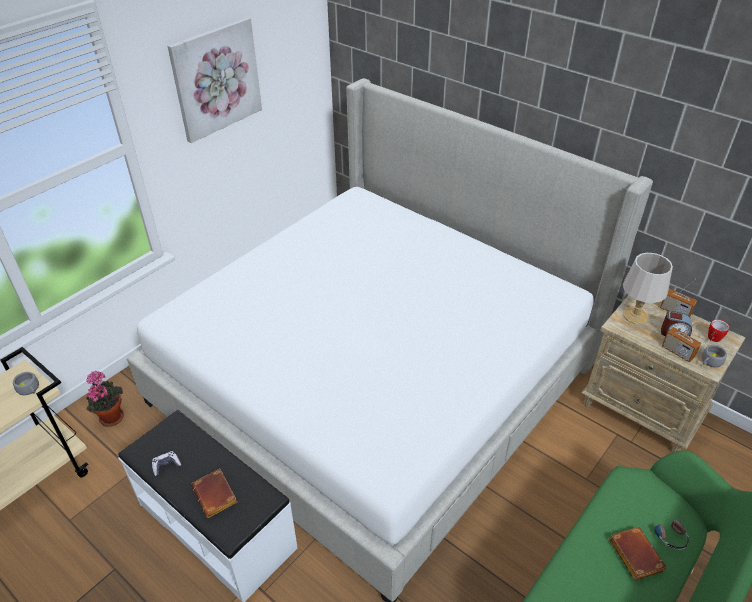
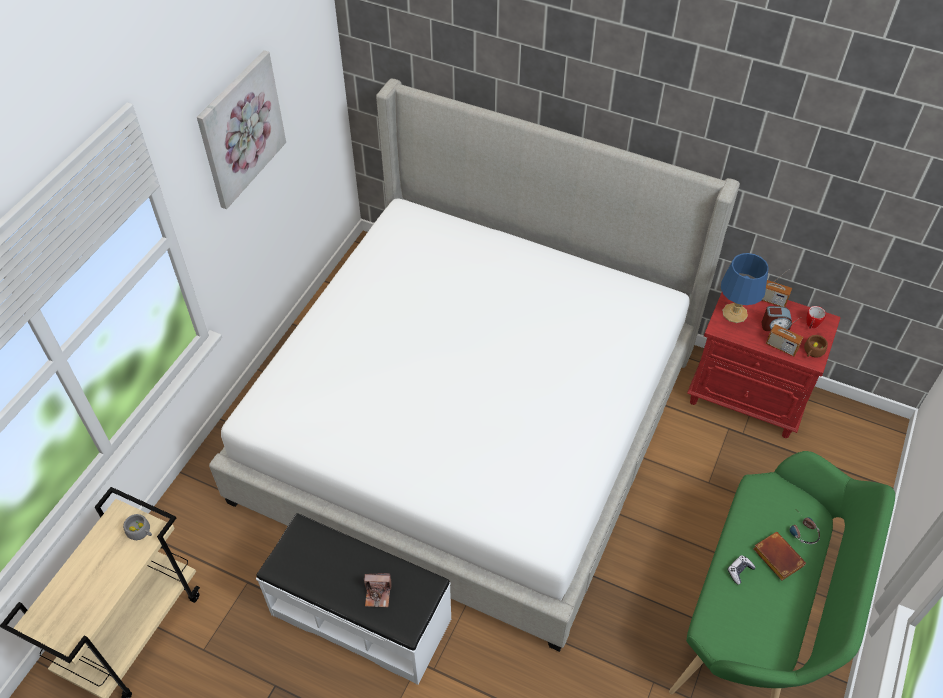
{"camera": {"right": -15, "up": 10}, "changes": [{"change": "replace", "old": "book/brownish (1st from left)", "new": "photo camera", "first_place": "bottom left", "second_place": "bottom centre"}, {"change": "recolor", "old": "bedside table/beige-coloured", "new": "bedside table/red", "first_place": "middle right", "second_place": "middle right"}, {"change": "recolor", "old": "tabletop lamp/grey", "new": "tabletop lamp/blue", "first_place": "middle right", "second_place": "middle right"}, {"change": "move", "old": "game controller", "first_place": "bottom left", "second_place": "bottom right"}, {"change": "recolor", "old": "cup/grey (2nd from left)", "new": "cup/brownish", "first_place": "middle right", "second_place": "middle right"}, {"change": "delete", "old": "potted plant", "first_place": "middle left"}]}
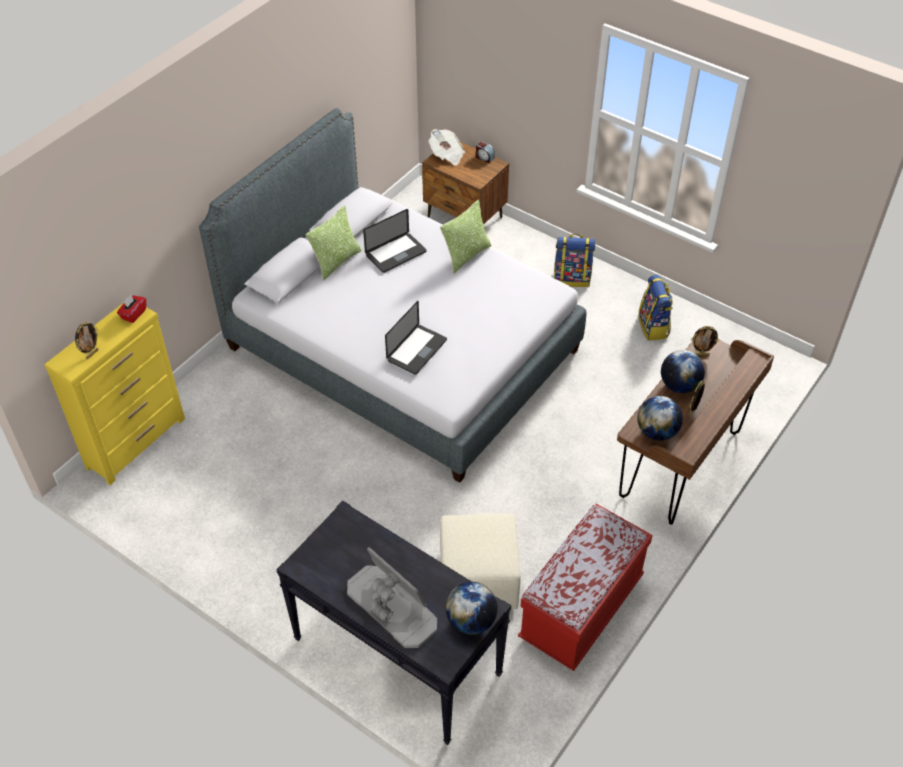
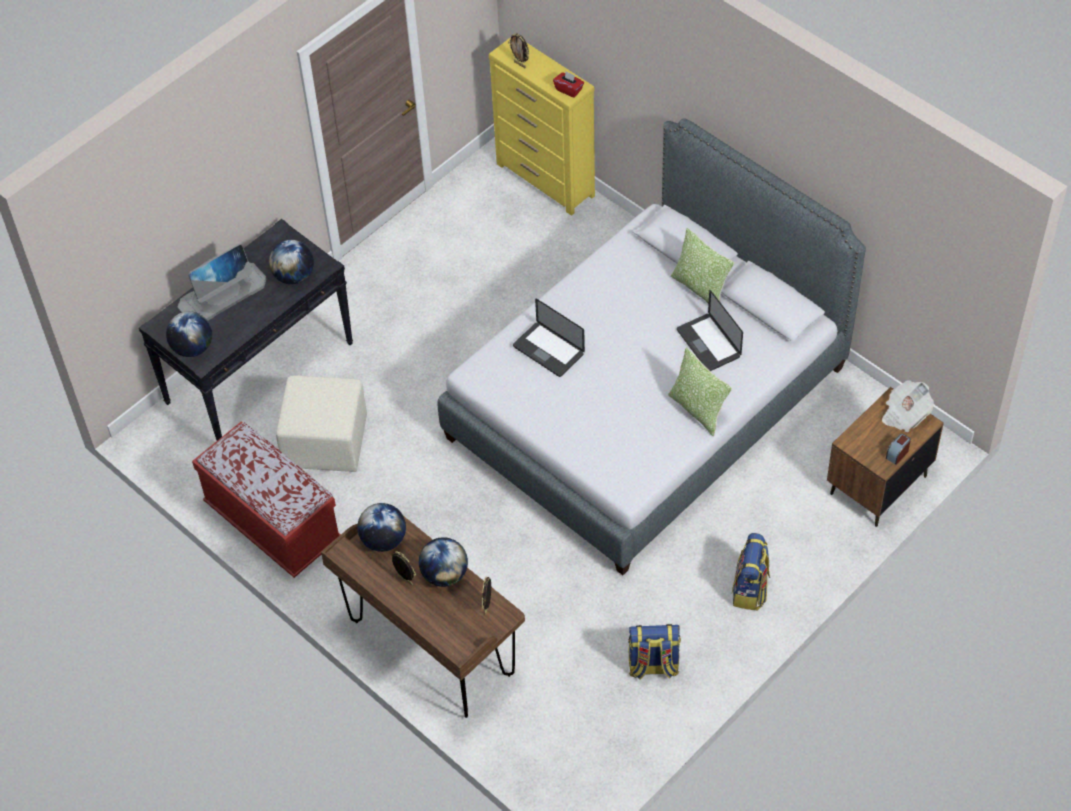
{"camera": {"right": 100, "up": 5}, "changes": [{"change": "insert", "new": "world globe (2nd from left)", "second_place": "top left"}]}
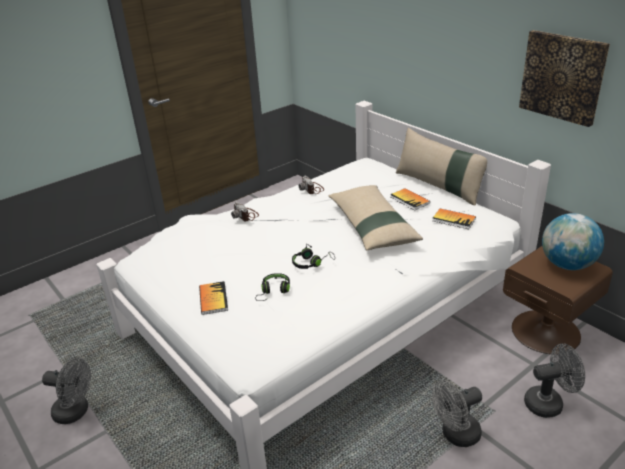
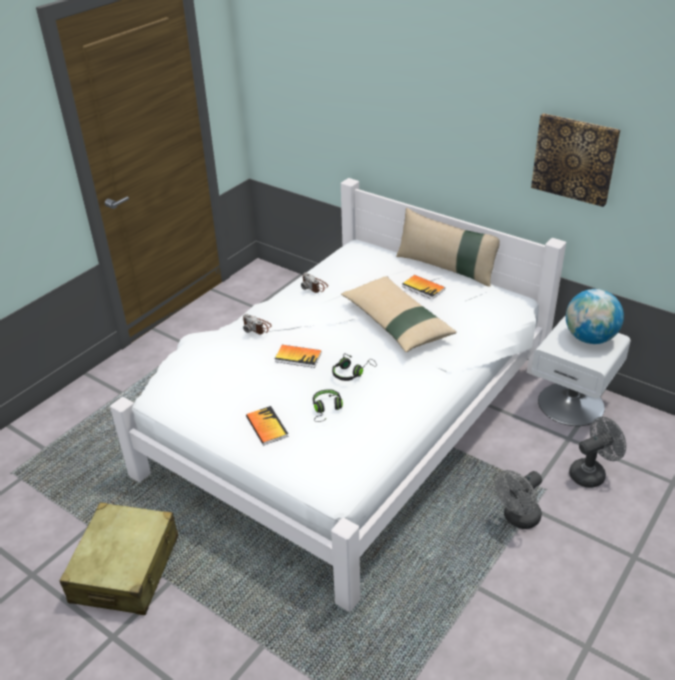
{"camera": {"right": -15, "up": 5}, "changes": [{"change": "replace", "old": "electric fan/grey (1st from left)", "new": "piece of luggage/beige-coloured", "first_place": "bottom left", "second_place": "bottom left"}, {"change": "move", "old": "book (3rd from left in the first image)", "new": "book (2nd from left)", "first_place": "middle right", "second_place": "centre"}, {"change": "recolor", "old": "bedside table/brownish", "new": "bedside table/whitish", "first_place": "middle right", "second_place": "middle right"}]}
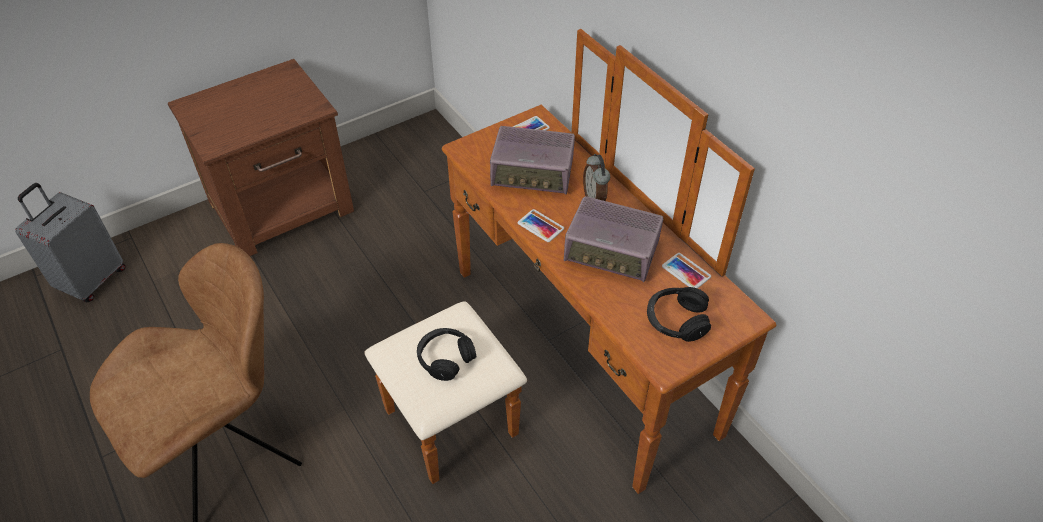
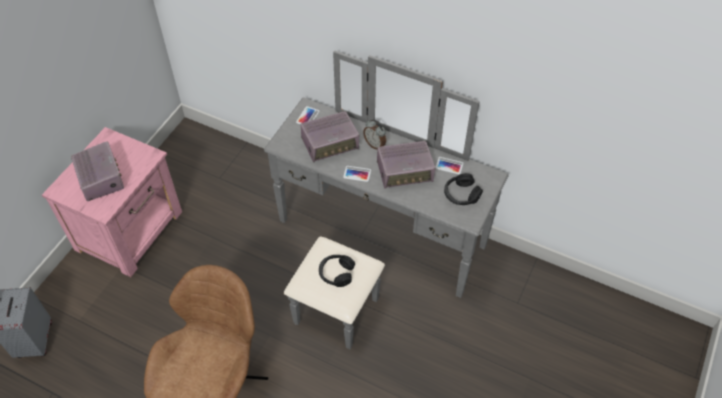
{"camera": {"right": -30, "up": 5}, "changes": [{"change": "recolor", "old": "bedside table/brownish", "new": "bedside table/pinkish", "first_place": "top left", "second_place": "middle left"}, {"change": "insert", "new": "radio (1st from left)", "second_place": "middle left"}, {"change": "recolor", "old": "drawer chest/brownish", "new": "drawer chest/grey", "first_place": "centre", "second_place": "centre"}]}
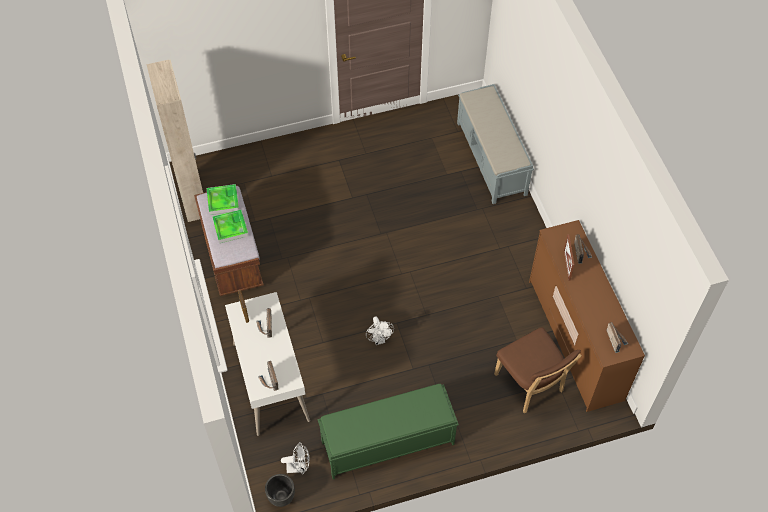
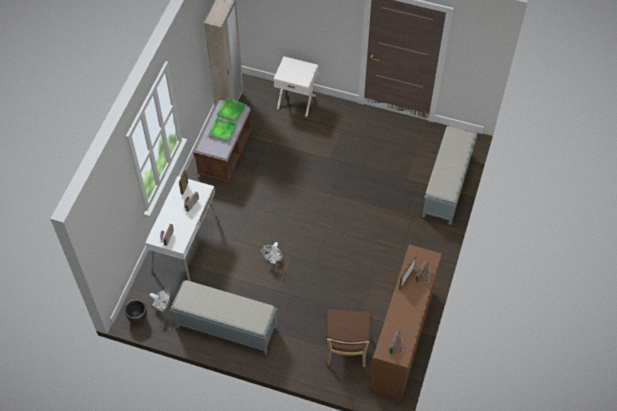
{"camera": {"right": 35, "up": 0}, "changes": [{"change": "recolor", "old": "indoor bench/greenish", "new": "indoor bench/grey (1st from left)", "first_place": "bottom centre", "second_place": "bottom centre"}, {"change": "insert", "new": "bedside table/whitish", "second_place": "top centre"}]}
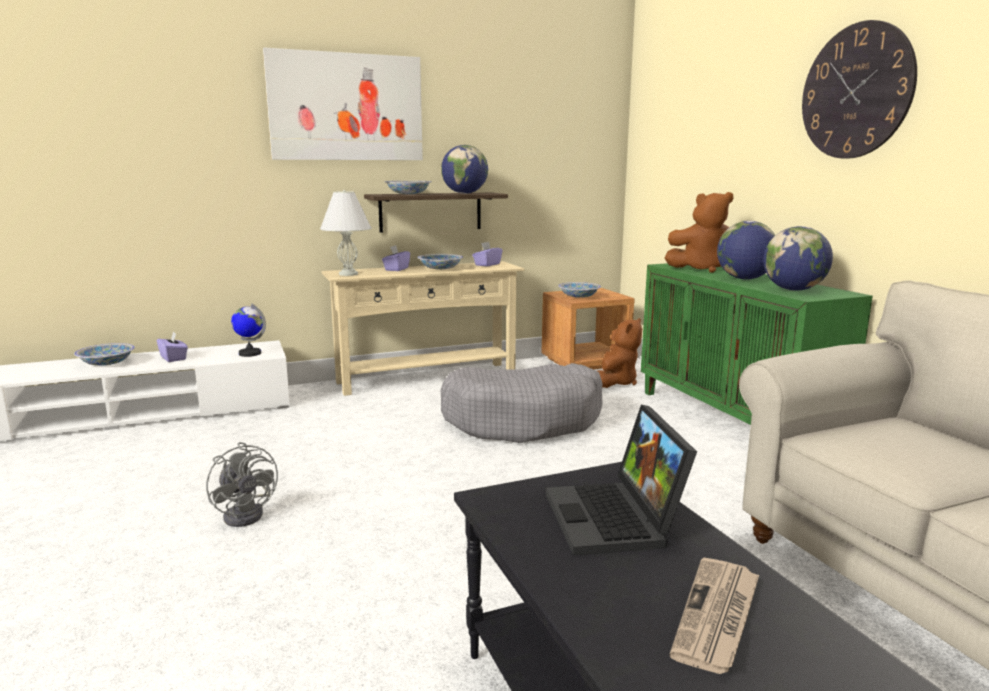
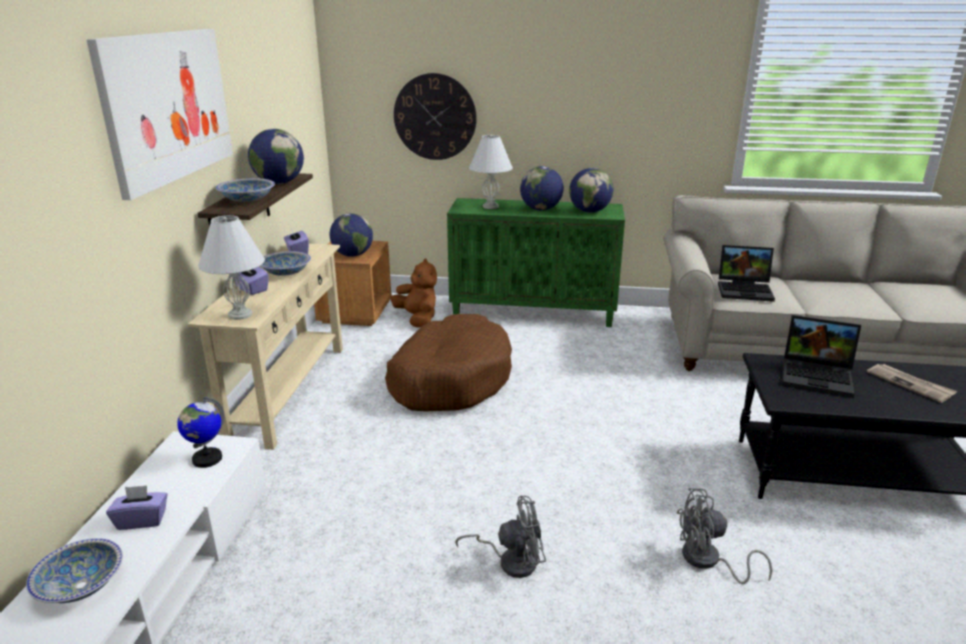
{"camera": {"right": -60, "up": 10}, "changes": [{"change": "replace", "old": "deep dish (4th from left)", "new": "world globe (3rd from left)", "first_place": "centre", "second_place": "centre"}, {"change": "recolor", "old": "pet bed/grey", "new": "pet bed/brownish", "first_place": "centre", "second_place": "centre"}, {"change": "move", "old": "hanging clock", "first_place": "top right", "second_place": "top centre"}, {"change": "replace", "old": "plush toy/brownish (2nd from left)", "new": "tabletop lamp/whitish (2nd from left)", "first_place": "middle right", "second_place": "top centre"}, {"change": "insert", "new": "electric fan/grey (2nd from left)", "second_place": "bottom right"}, {"change": "insert", "new": "laptop (1st from left)", "second_place": "middle right"}]}
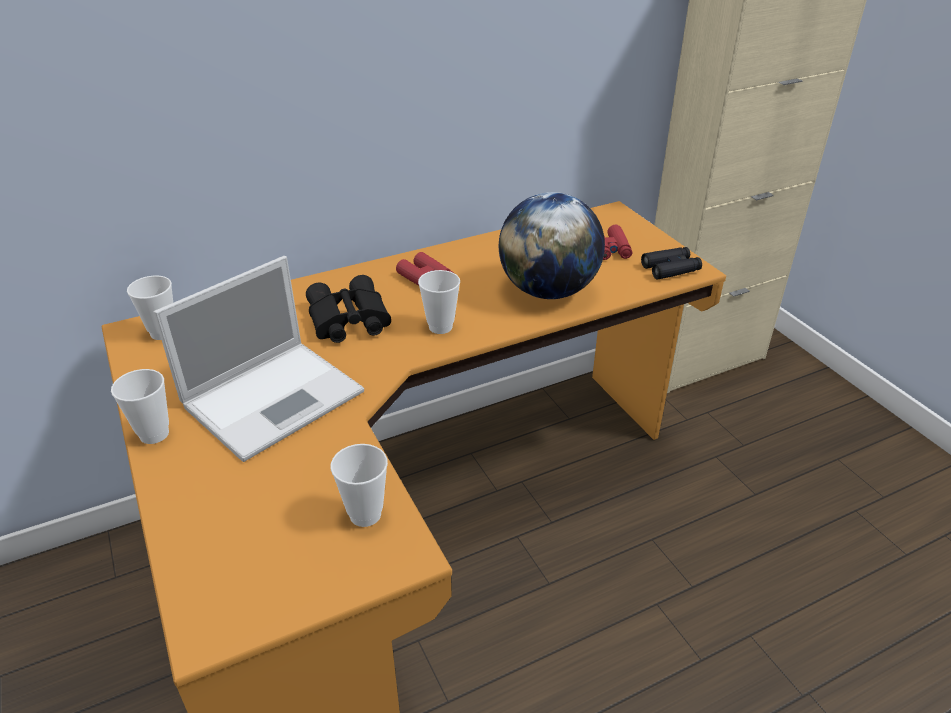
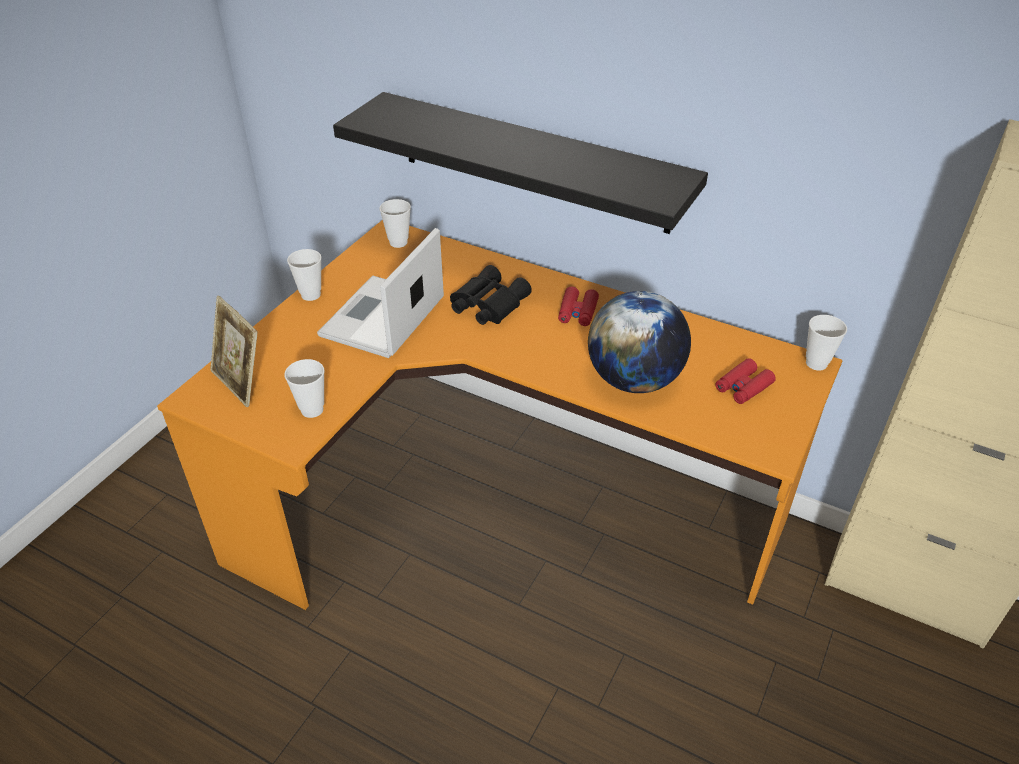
{"camera": {"right": 55, "up": 5}, "changes": [{"change": "insert", "new": "picture frame", "second_place": "middle left"}, {"change": "rotate", "old": "laptop", "first_place": "middle left", "second_place": "centre", "degrees": 105}, {"change": "insert", "new": "shelf/black", "second_place": "top centre"}, {"change": "move", "old": "cup (4th from left)", "first_place": "centre", "second_place": "middle right"}, {"change": "delete", "old": "field glasses/black (2nd from left)", "first_place": "middle right"}]}
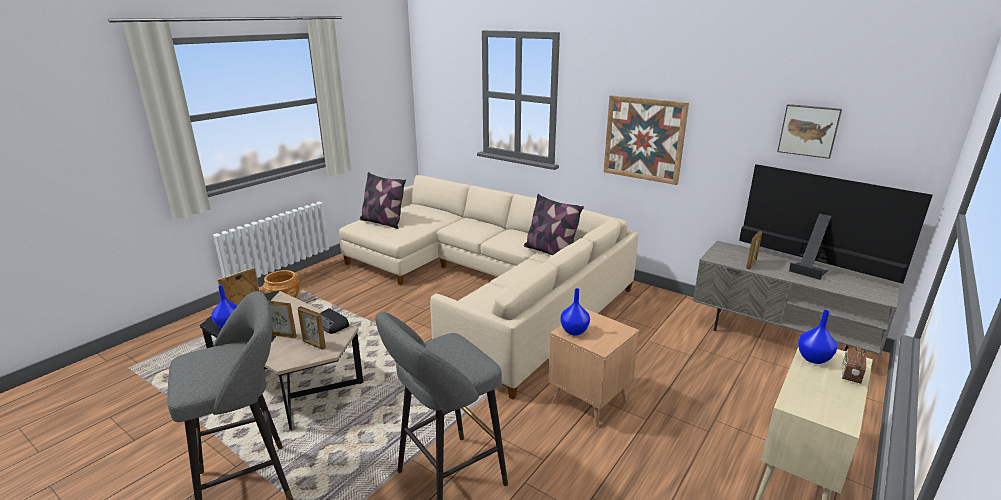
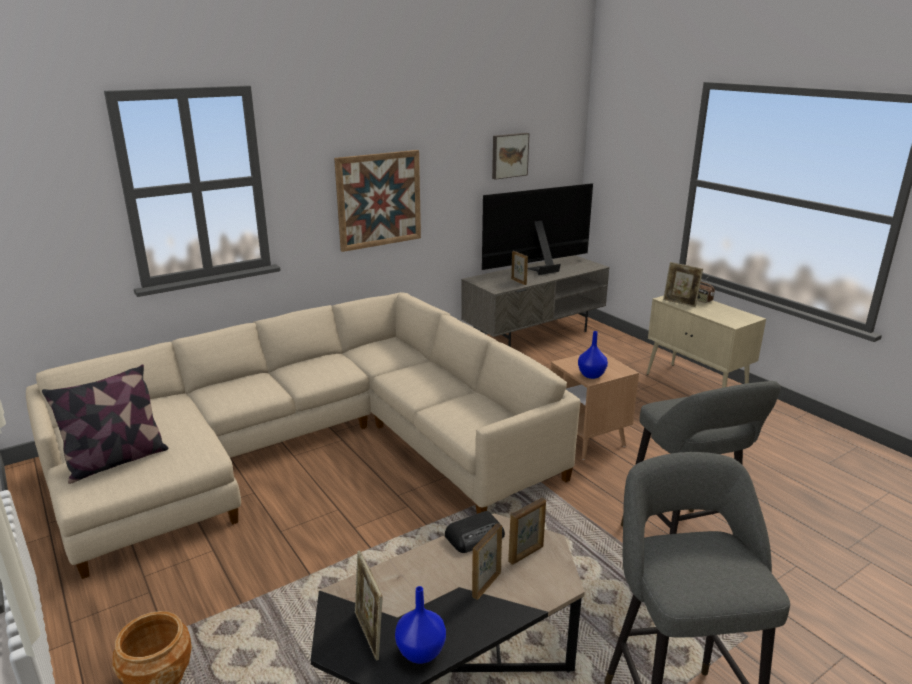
{"camera": {"right": -70, "up": 0}, "changes": [{"change": "replace", "old": "decorative vase/blue (3rd from left)", "new": "picture frame (5th from left)", "first_place": "bottom right", "second_place": "middle right"}, {"change": "delete", "old": "pillow (2nd from left)", "first_place": "centre"}]}
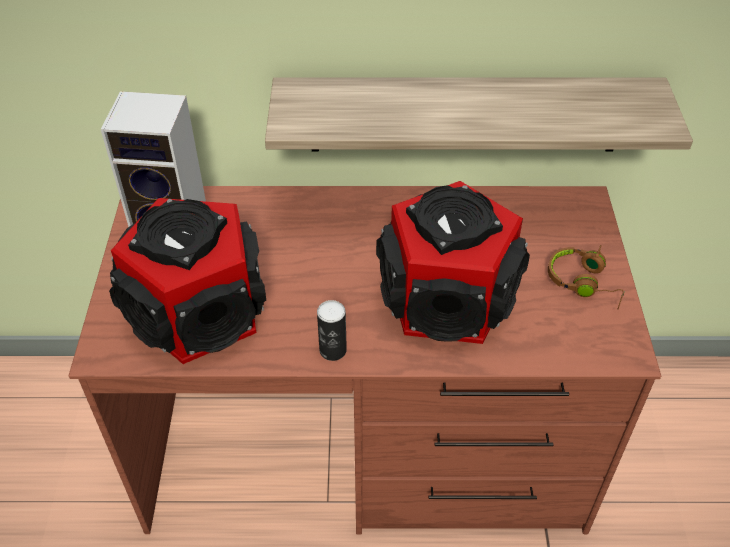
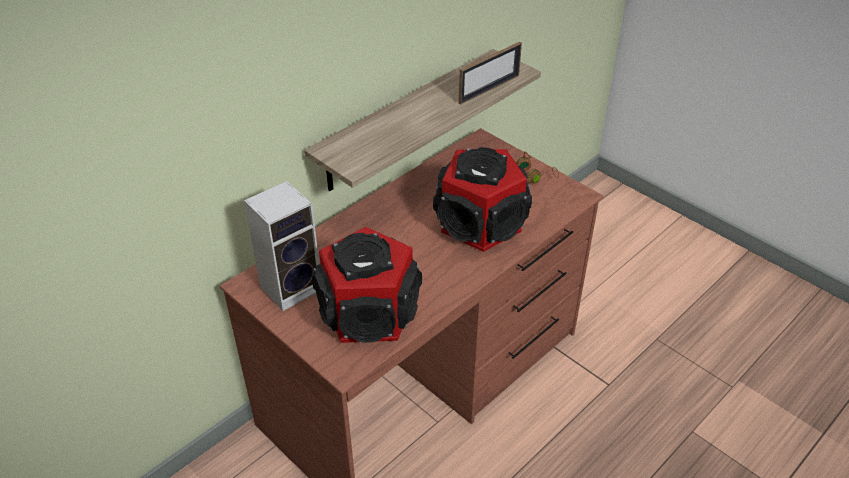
{"camera": {"right": -45, "up": -5}, "changes": [{"change": "insert", "new": "picture frame", "second_place": "top centre"}, {"change": "delete", "old": "metal can", "first_place": "centre"}]}
